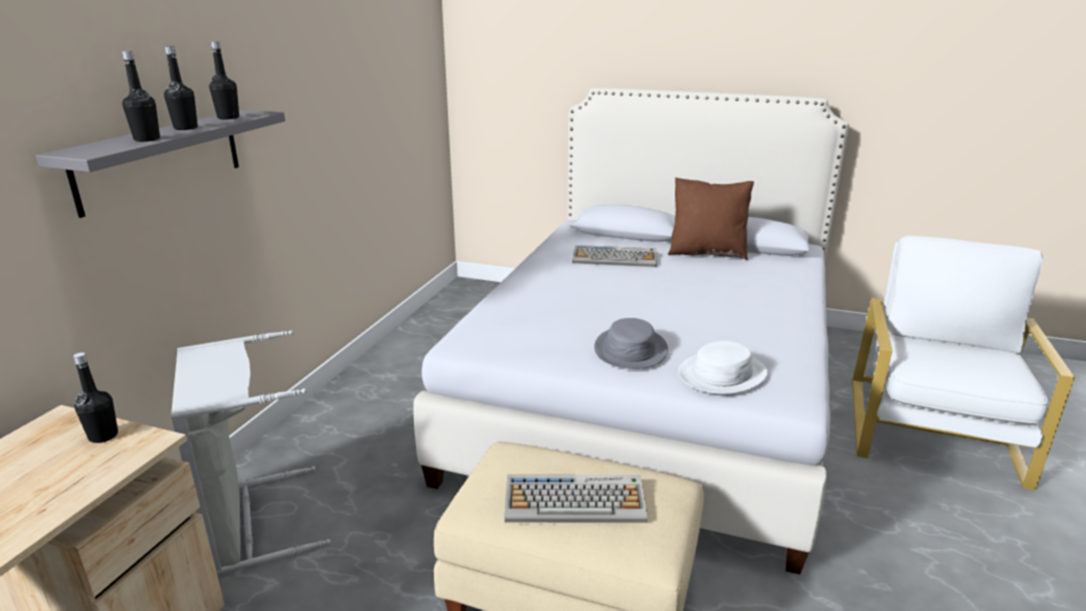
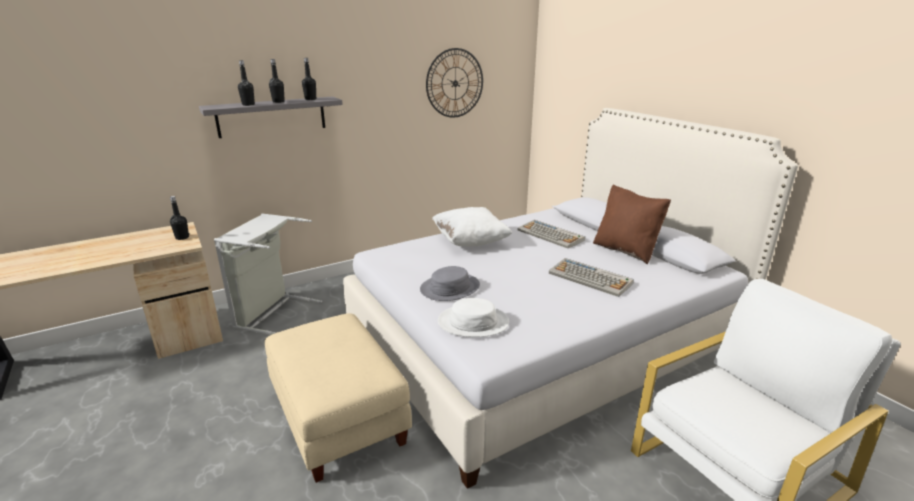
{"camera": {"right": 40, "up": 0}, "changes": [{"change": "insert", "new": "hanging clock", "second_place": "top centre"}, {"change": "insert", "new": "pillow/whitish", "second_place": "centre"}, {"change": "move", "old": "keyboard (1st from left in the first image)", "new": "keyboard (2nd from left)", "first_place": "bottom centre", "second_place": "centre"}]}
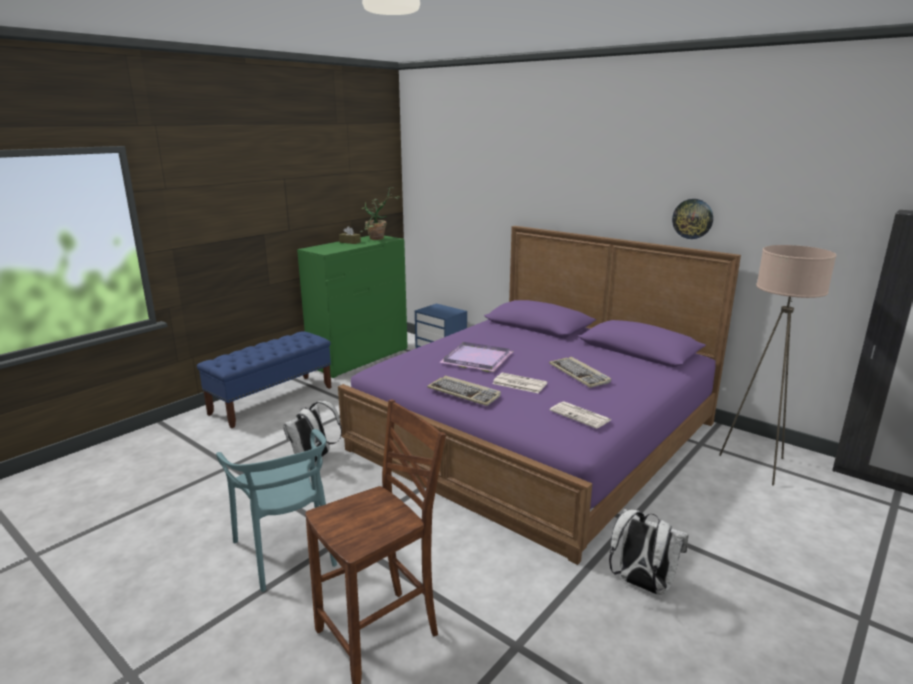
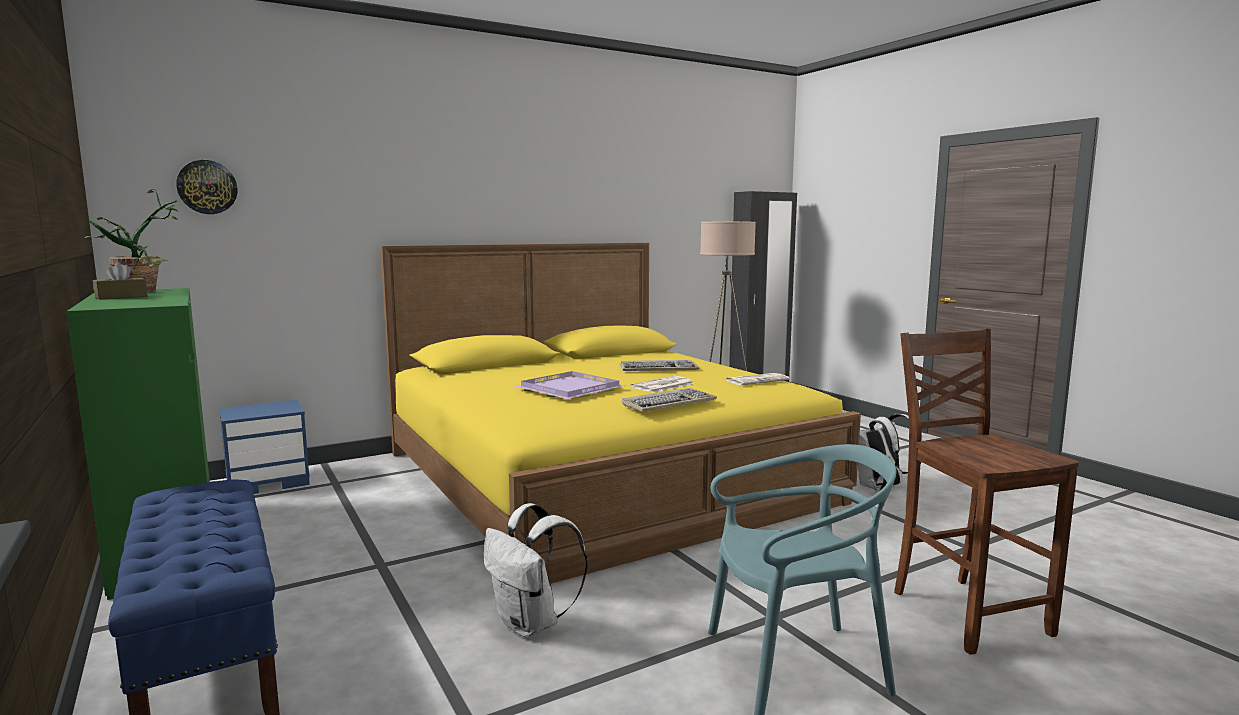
{"camera": {"right": -70, "up": -10}, "changes": [{"change": "move", "old": "hanging clock", "first_place": "top right", "second_place": "top left"}, {"change": "recolor", "old": "bed/purple", "new": "bed/yellowish", "first_place": "centre", "second_place": "centre"}]}
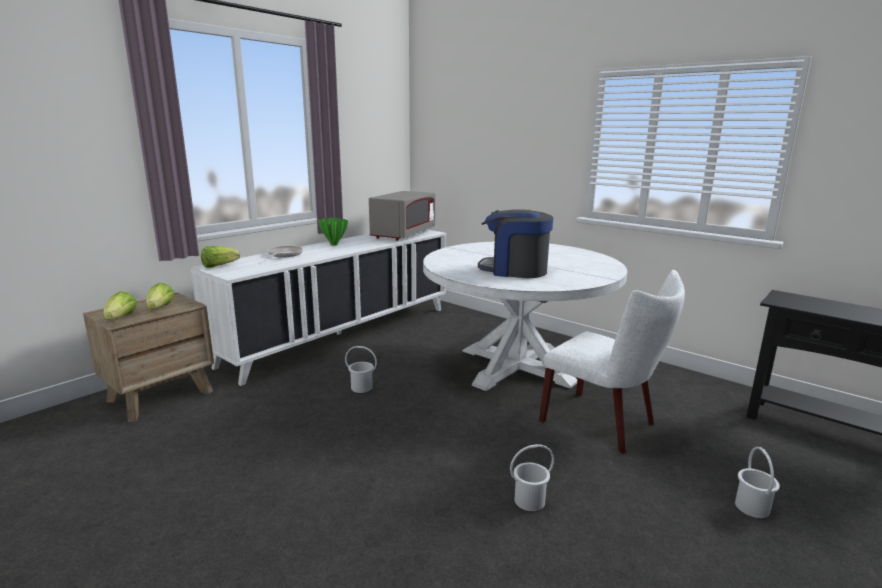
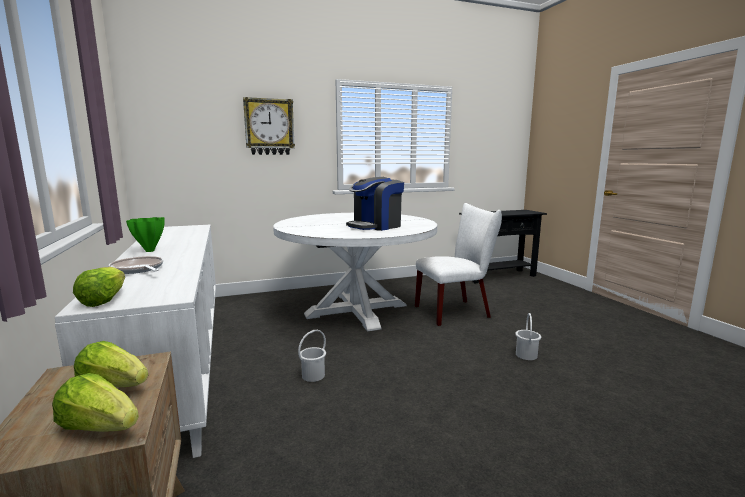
{"camera": {"right": -60, "up": -5}, "changes": [{"change": "insert", "new": "hanging clock", "second_place": "top centre"}, {"change": "delete", "old": "kitchen microwave/grey", "first_place": "centre"}, {"change": "delete", "old": "bucket/whitish (3rd from left)", "first_place": "bottom right"}]}
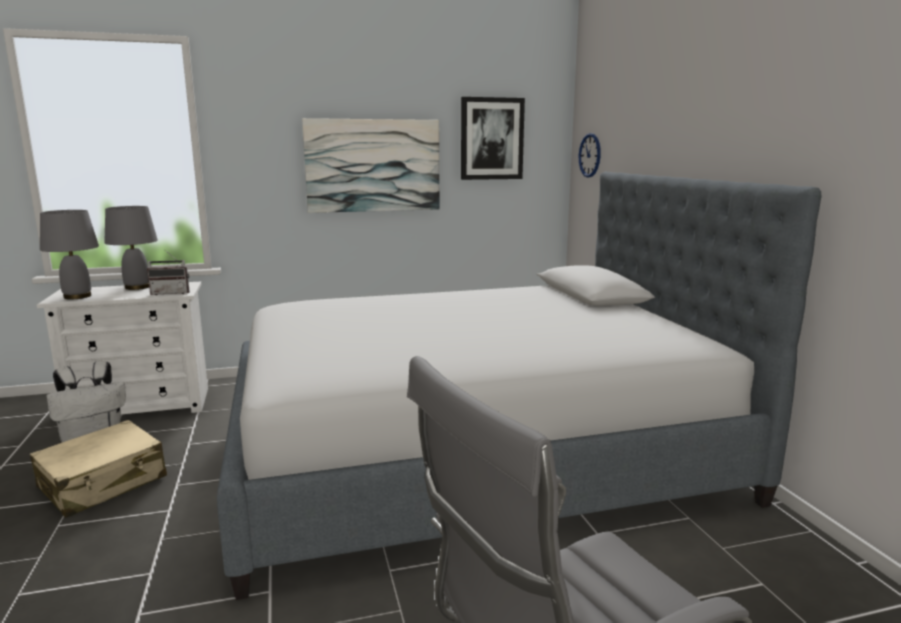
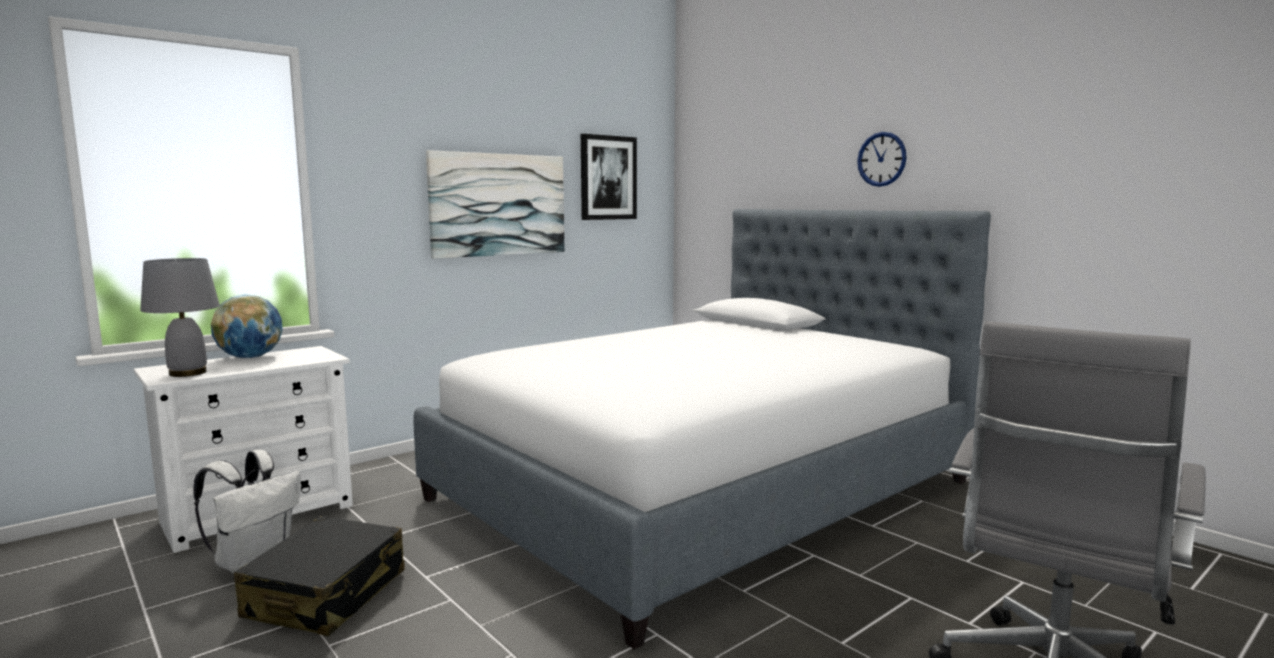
{"camera": {"right": -25, "up": -5}, "changes": [{"change": "replace", "old": "tabletop lamp/grey (2nd from left)", "new": "world globe", "first_place": "middle left", "second_place": "middle left"}, {"change": "recolor", "old": "piece of luggage/beige-coloured", "new": "piece of luggage/black", "first_place": "bottom left", "second_place": "bottom left"}, {"change": "move", "old": "hanging clock", "first_place": "top centre", "second_place": "top right"}, {"change": "delete", "old": "radio", "first_place": "middle left"}]}
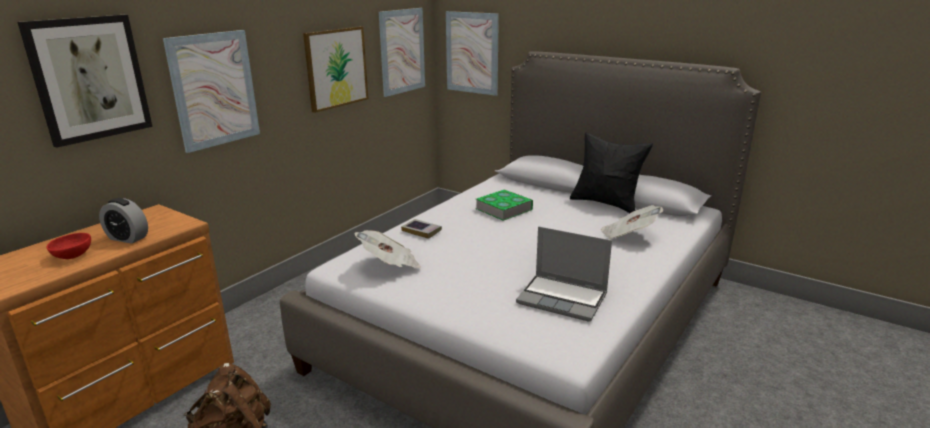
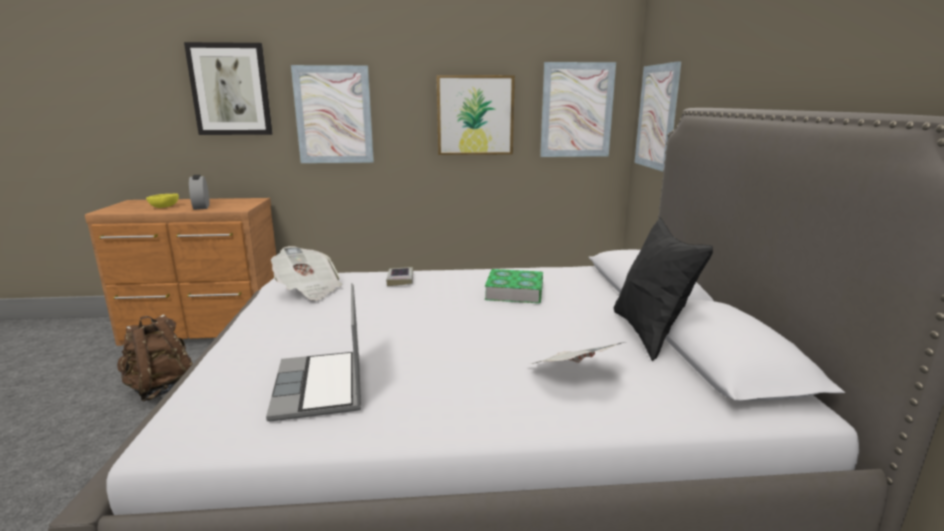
{"camera": {"right": 50, "up": -5}, "changes": [{"change": "recolor", "old": "deep dish/red", "new": "deep dish/yellowish", "first_place": "middle left", "second_place": "middle left"}]}
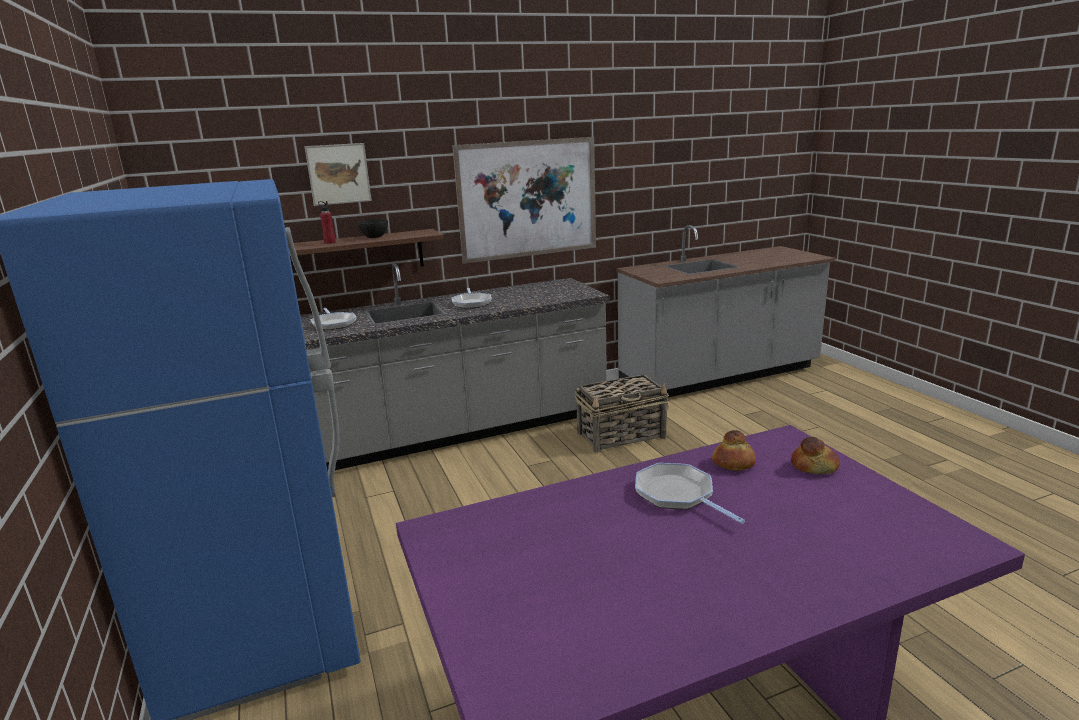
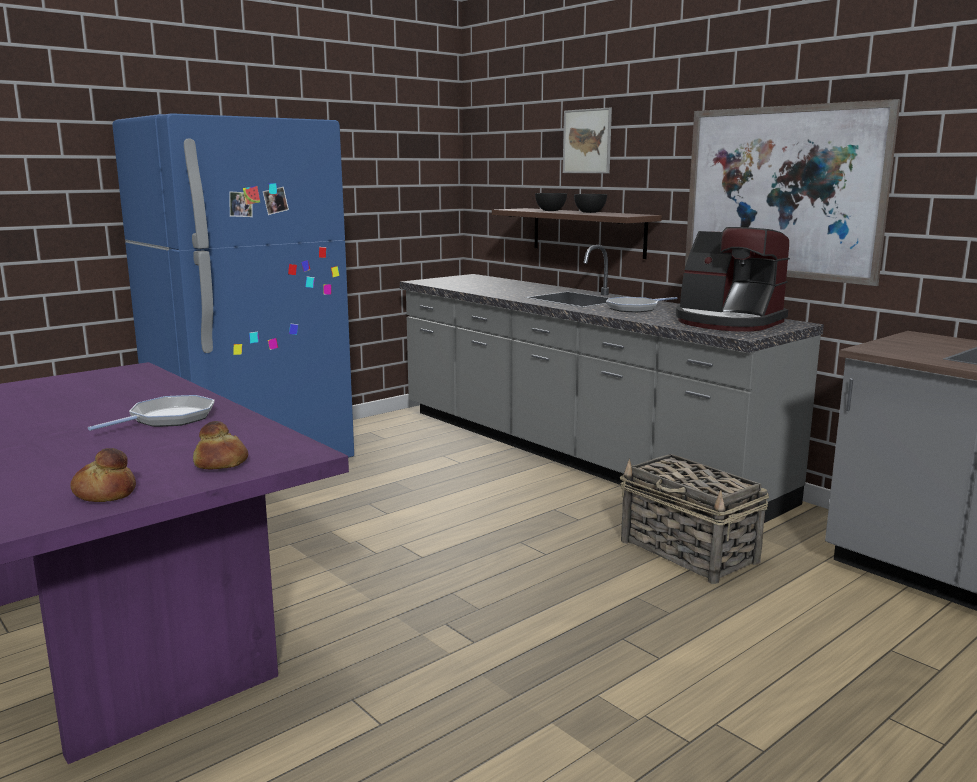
{"camera": {"right": 70, "up": -5}, "changes": [{"change": "move", "old": "bread (1st from left)", "first_place": "middle right", "second_place": "middle left"}, {"change": "replace", "old": "bottle/red", "new": "deep dish/black (1st from left)", "first_place": "top left", "second_place": "top centre"}, {"change": "insert", "new": "coffee brewer", "second_place": "middle right"}, {"change": "delete", "old": "pan (1st from left)", "first_place": "middle left"}]}
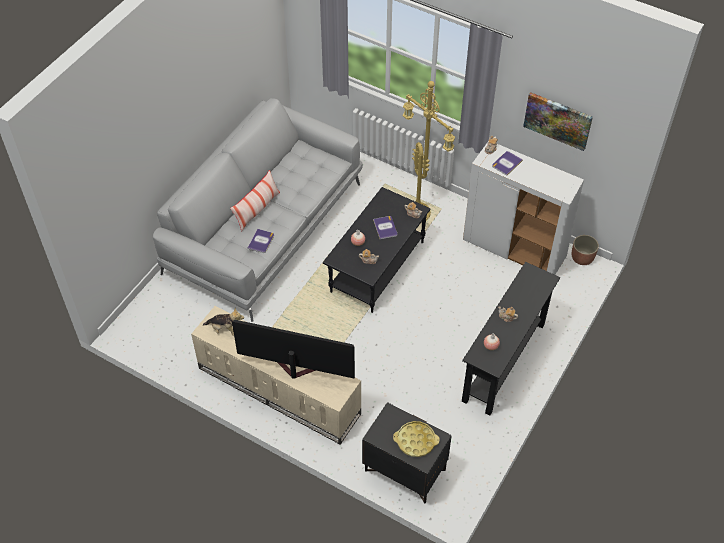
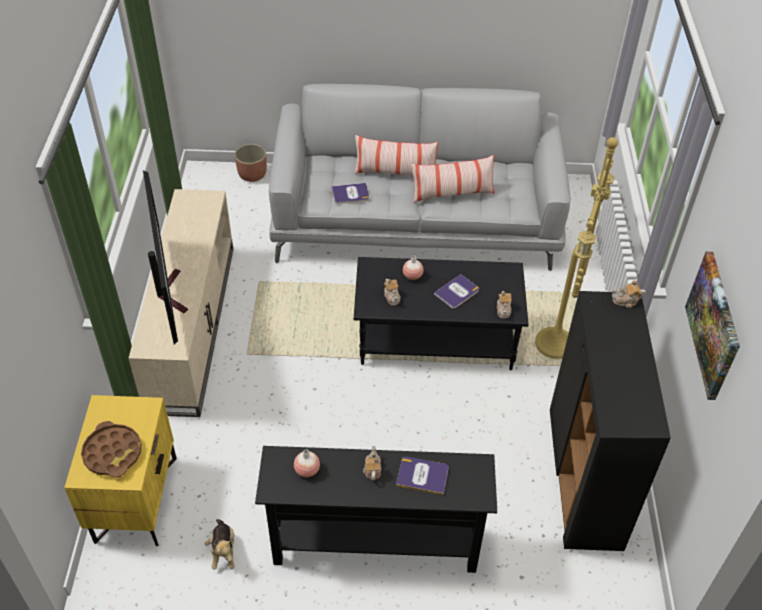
{"camera": {"right": 60, "up": -5}, "changes": [{"change": "recolor", "old": "bedside table/black", "new": "bedside table/yellowish", "first_place": "bottom centre", "second_place": "bottom left"}, {"change": "recolor", "old": "tray/yellowish", "new": "tray/brownish", "first_place": "bottom centre", "second_place": "bottom left"}, {"change": "move", "old": "plush toy", "first_place": "middle left", "second_place": "bottom left"}, {"change": "move", "old": "planter", "first_place": "middle right", "second_place": "top left"}, {"change": "move", "old": "book (3rd from left in the first image)", "new": "book (2nd from left)", "first_place": "top right", "second_place": "bottom centre"}, {"change": "insert", "new": "pillow (2nd from left)", "second_place": "top centre"}, {"change": "recolor", "old": "cabinet/whitish", "new": "cabinet/black", "first_place": "middle right", "second_place": "bottom right"}]}
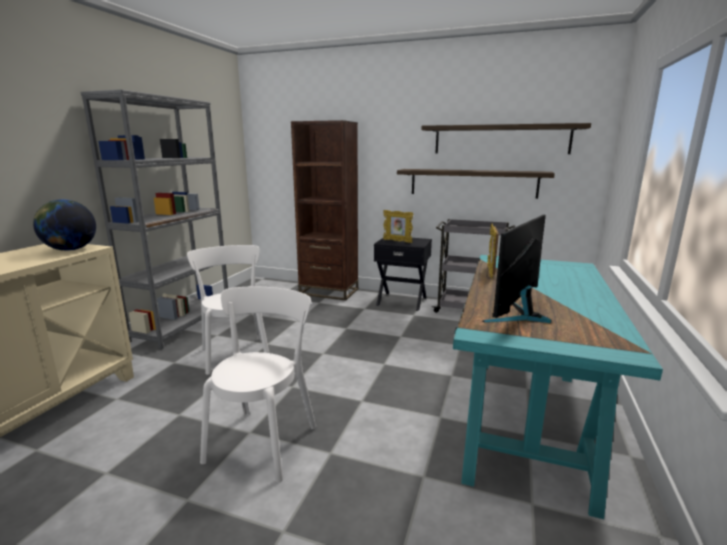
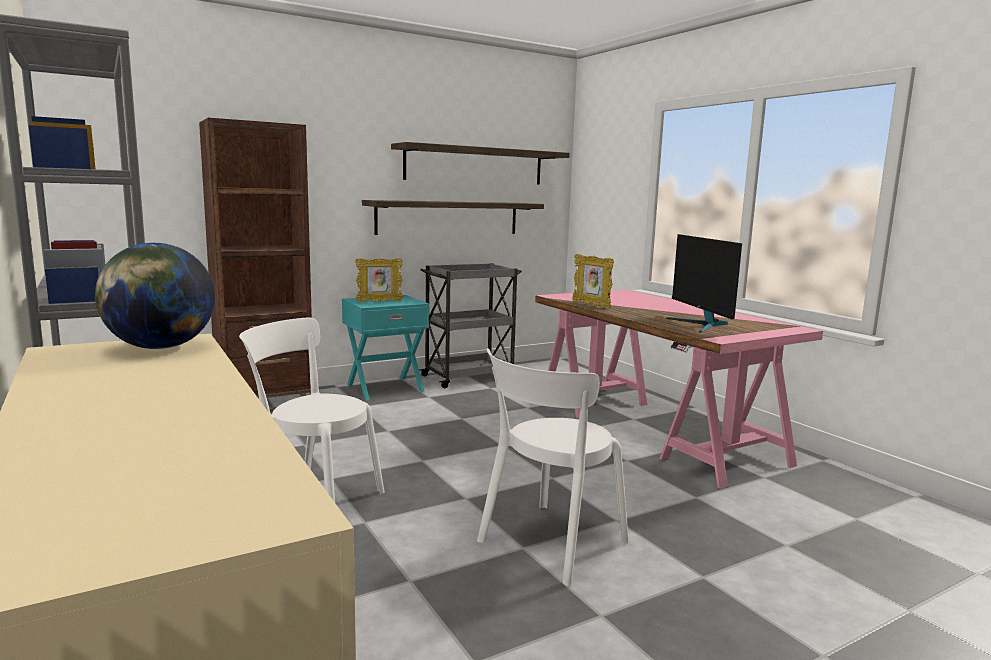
{"camera": {"right": -50, "up": -5}, "changes": [{"change": "recolor", "old": "bedside table/black", "new": "bedside table/blue-green", "first_place": "centre", "second_place": "centre"}, {"change": "rotate", "old": "plain chair/whitish (2nd from left)", "first_place": "bottom centre", "second_place": "bottom centre", "degrees": -105}, {"change": "recolor", "old": "desk unit/blue-green", "new": "desk unit/pinkish", "first_place": "bottom right", "second_place": "middle right"}]}
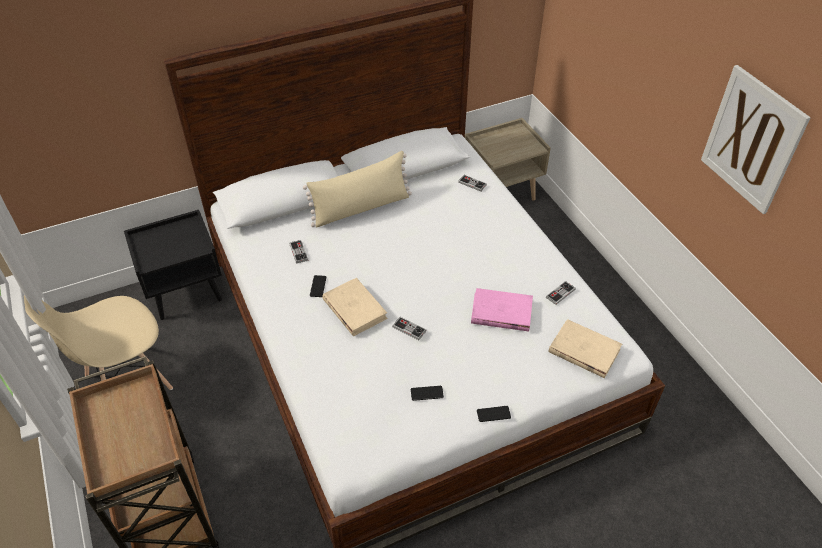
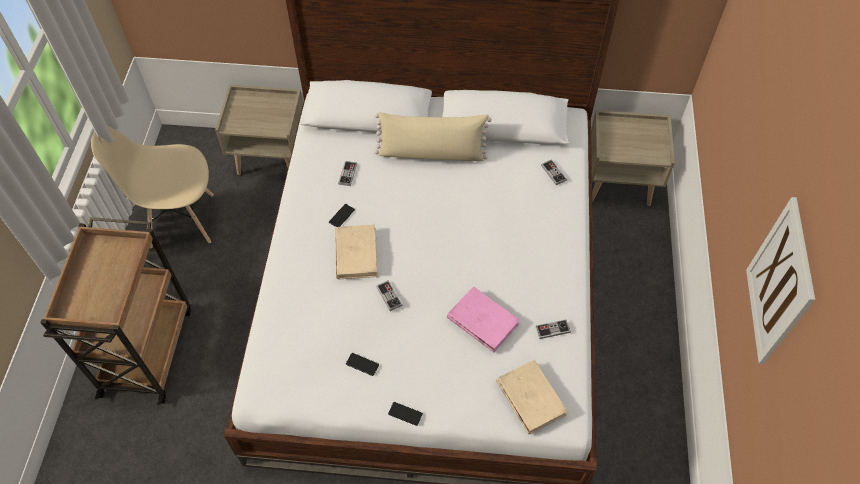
{"camera": {"right": 30, "up": 10}, "changes": [{"change": "recolor", "old": "bedside table/black", "new": "bedside table/beige-coloured (1st from left)", "first_place": "middle left", "second_place": "top left"}]}
